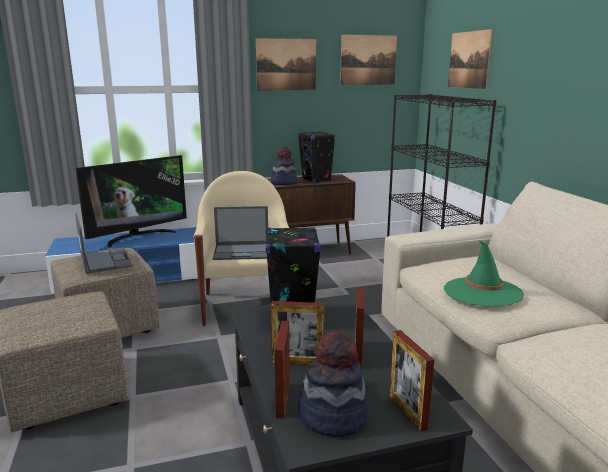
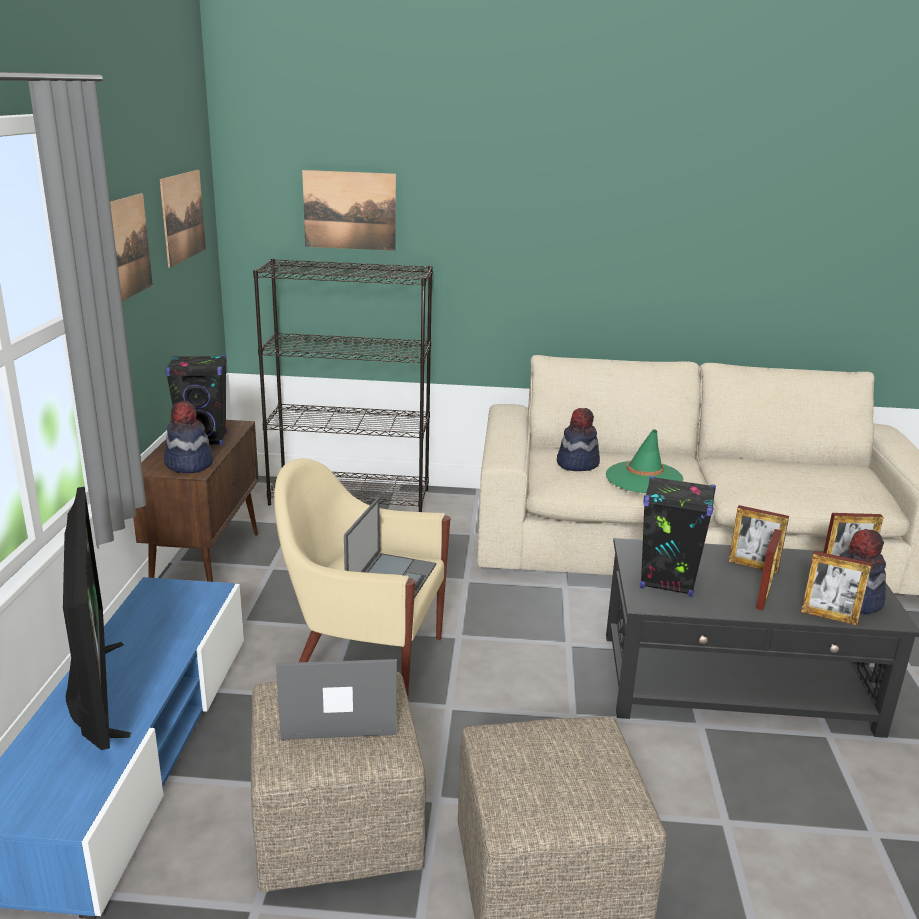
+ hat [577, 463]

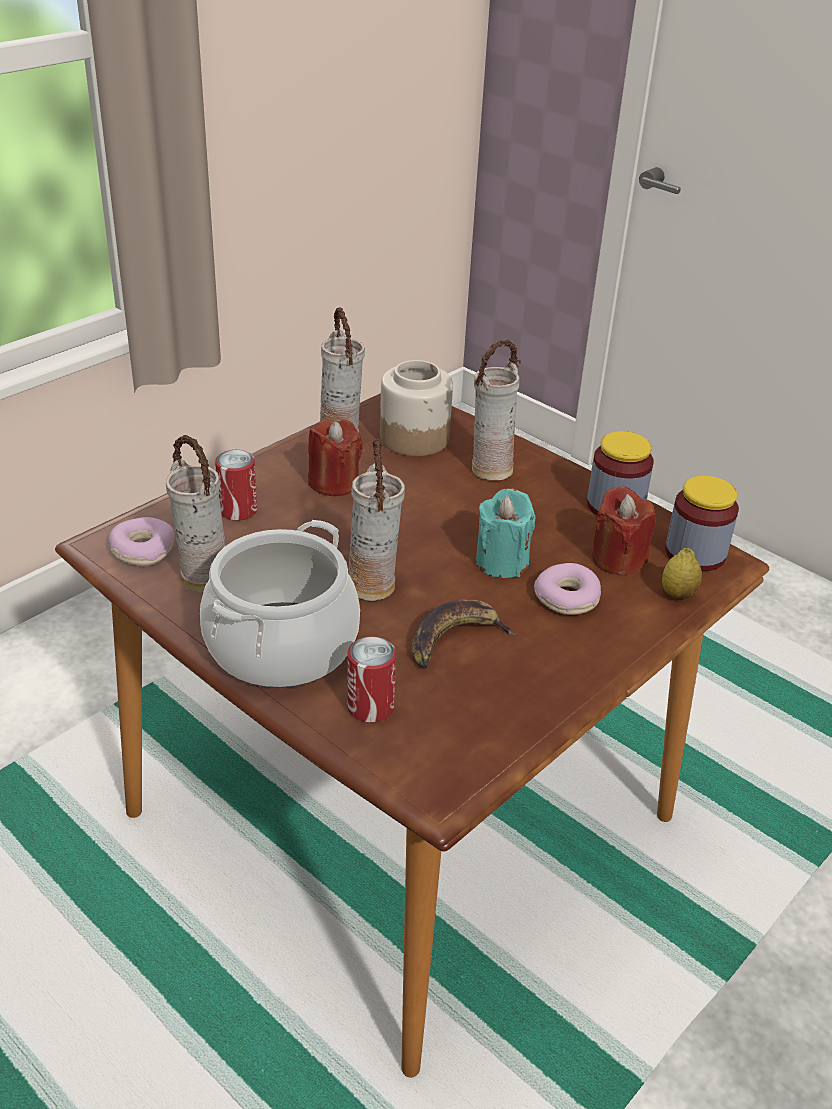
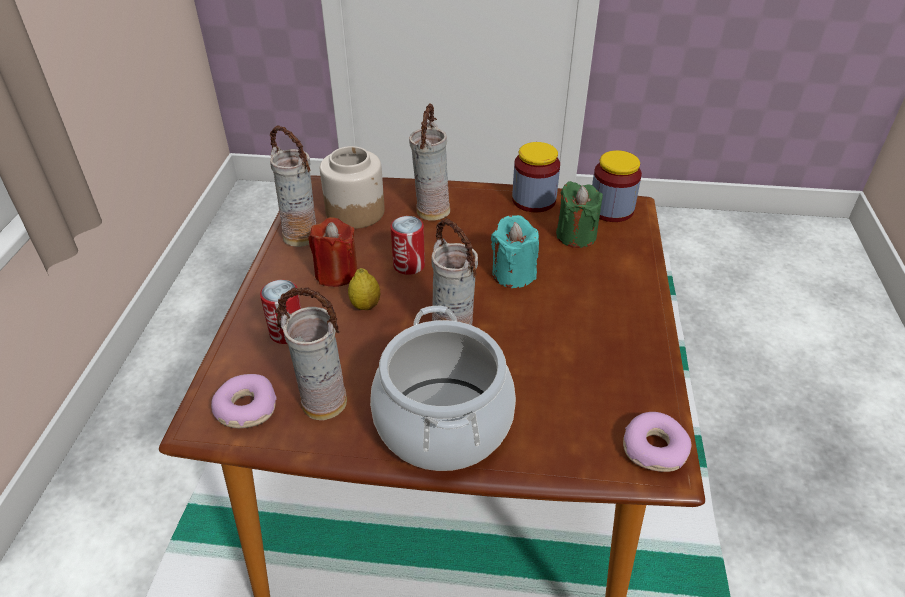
~ candle (red) [618, 559] to candle (green) [576, 235]
~ lemon [677, 595] to [365, 305]
~ donut [567, 598] to [654, 449]
- banana [455, 639]
~ can [370, 707] to [409, 265]

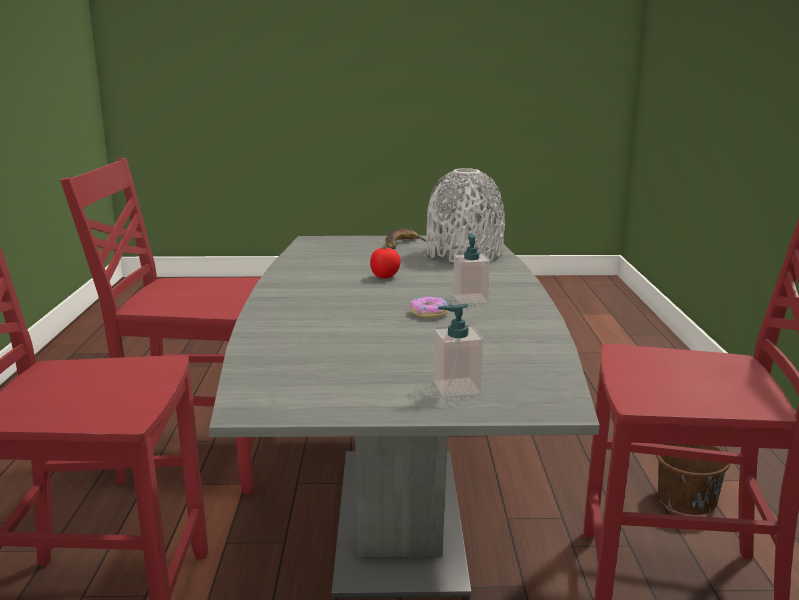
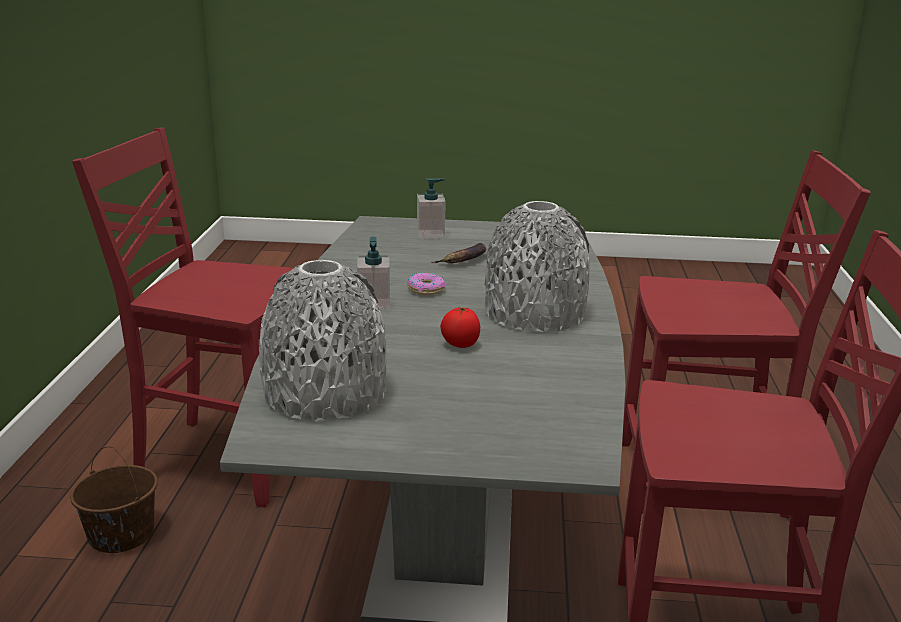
~ banana [402, 244] to [464, 259]
+ vase (grey) [534, 312]

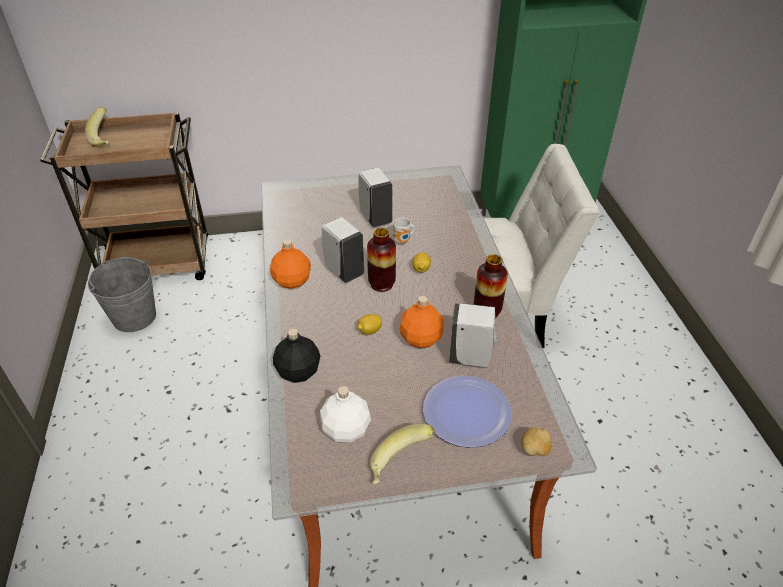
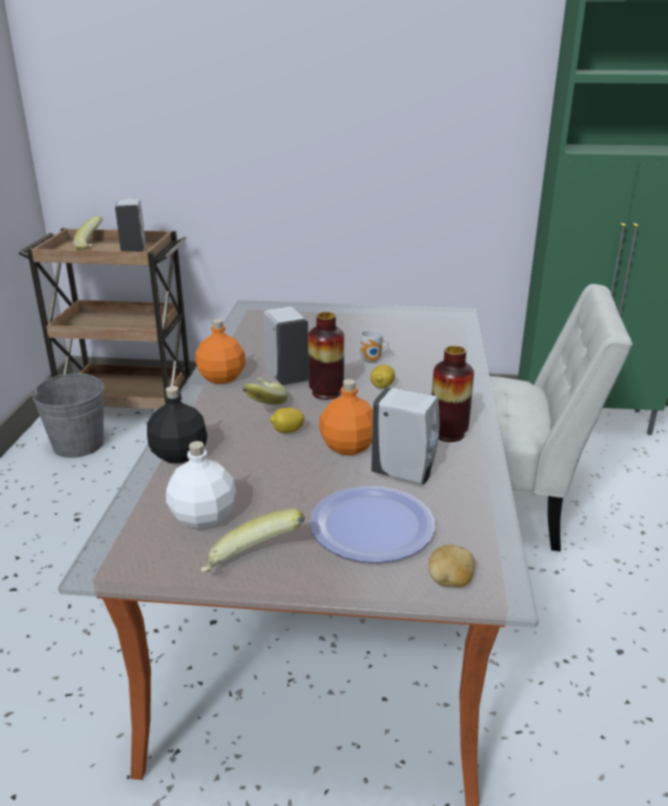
~ soap dispenser (white) [375, 217] to [133, 250]
+ banana [261, 405]

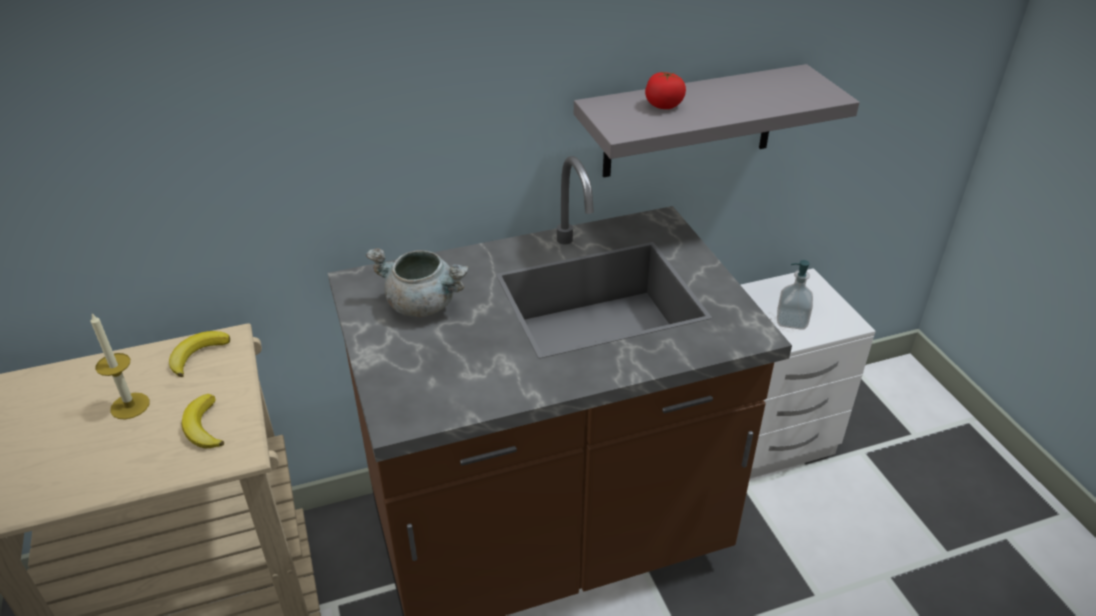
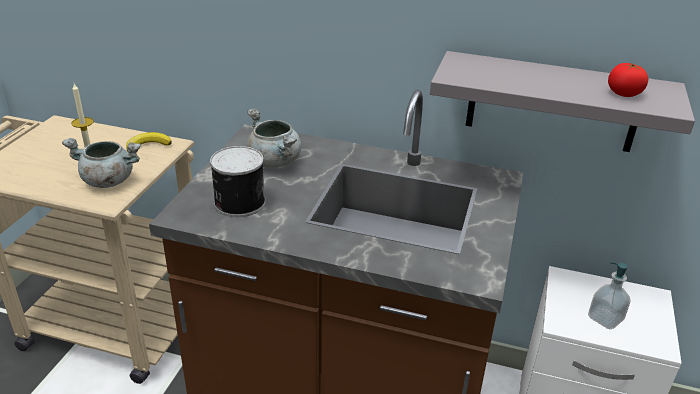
~ tomato [663, 105] to [624, 93]
~ banana [203, 427] to cooking pot (grey) [107, 181]
+ can [238, 202]

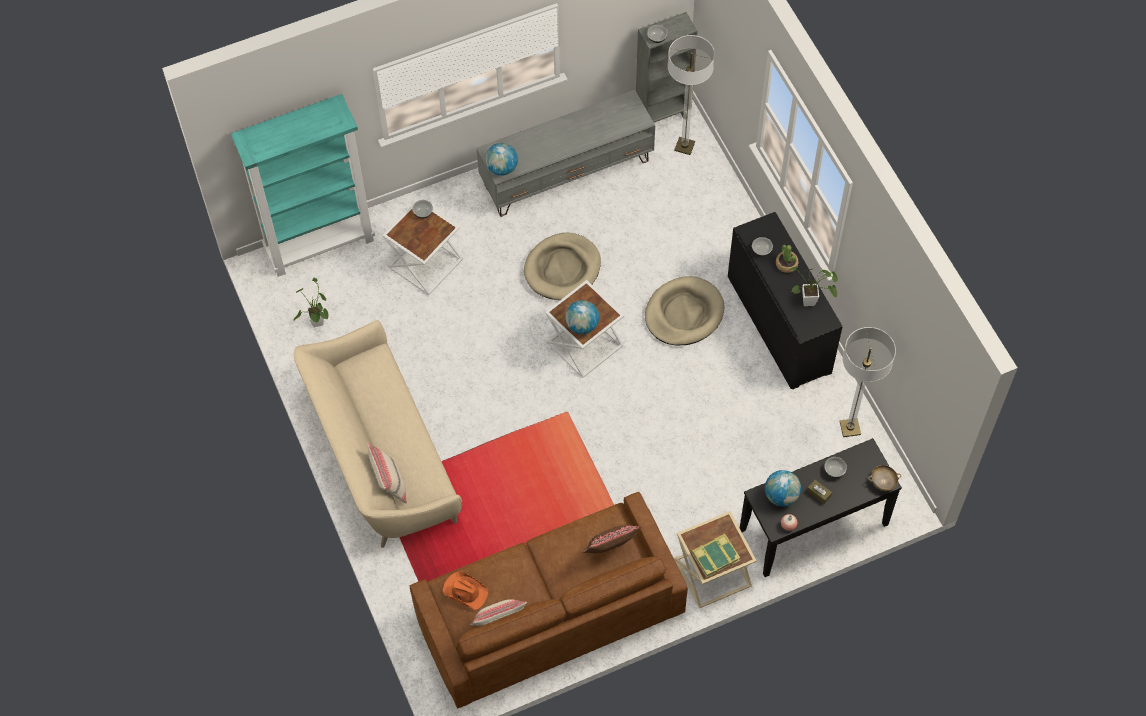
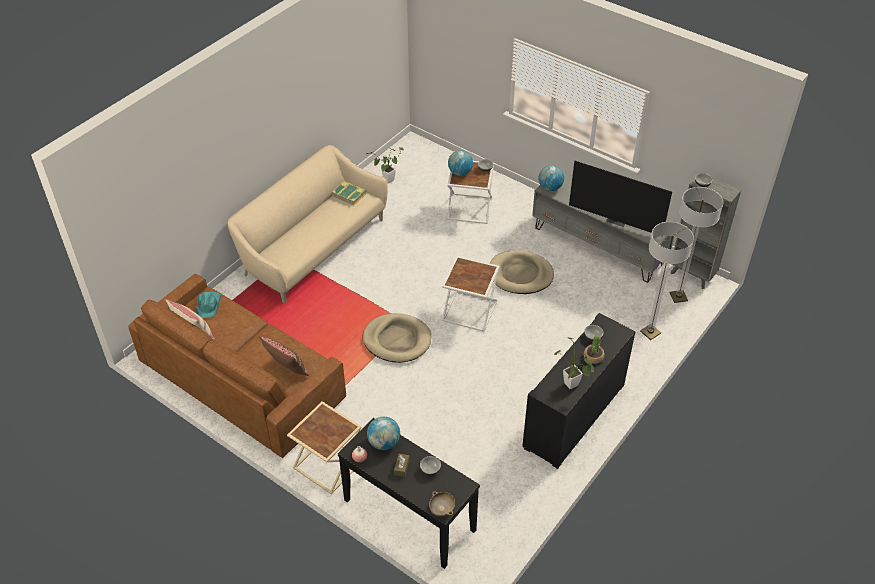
- bookcase (turquoise) [320, 244]
~ dog bed (beige) [684, 313] to [397, 340]
~ globe [582, 325] to [460, 172]
~ floor lamp [850, 428] to [650, 332]
- pillow (beige) [389, 483]
~ book [715, 556] to [349, 194]
~ hat (orange) [465, 591] to hat (turquoise) [209, 305]
+ television [617, 220]

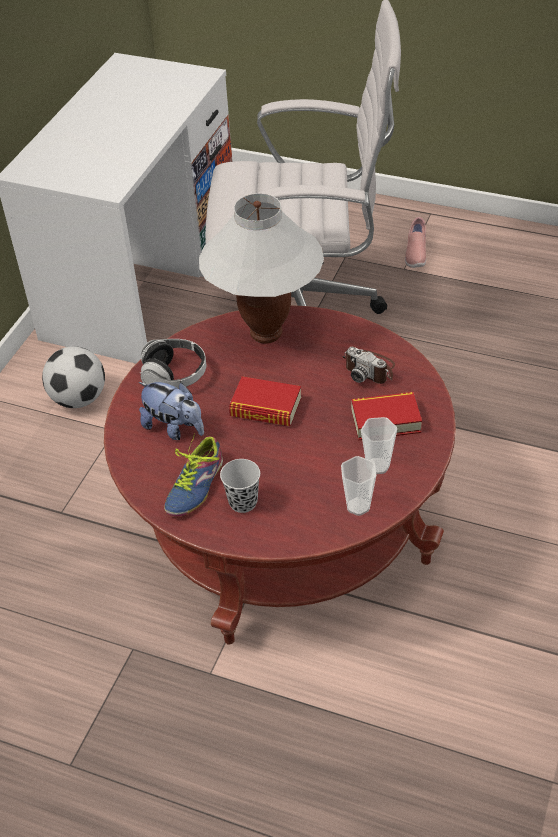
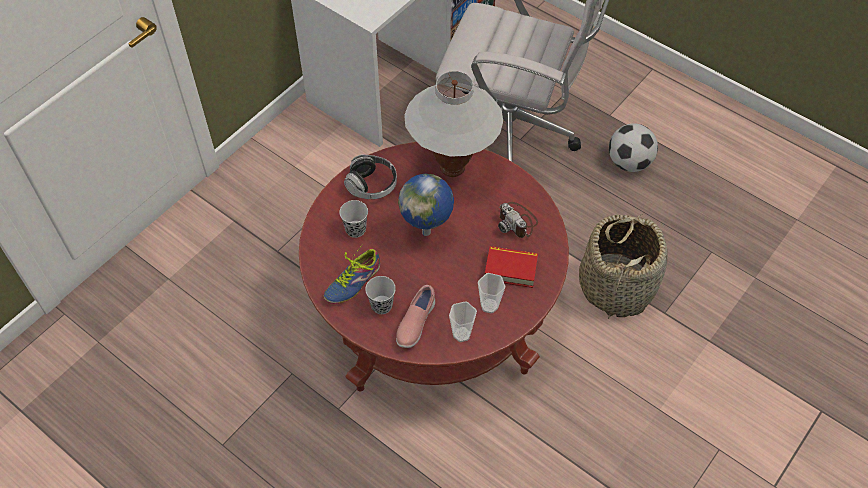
~ shoe (pink) [415, 254] to [415, 323]
~ football [79, 399] to [629, 162]
~ book [266, 408] to globe [427, 232]
~ plush toy [174, 428] to cup (black) [355, 229]
+ basket [616, 286]

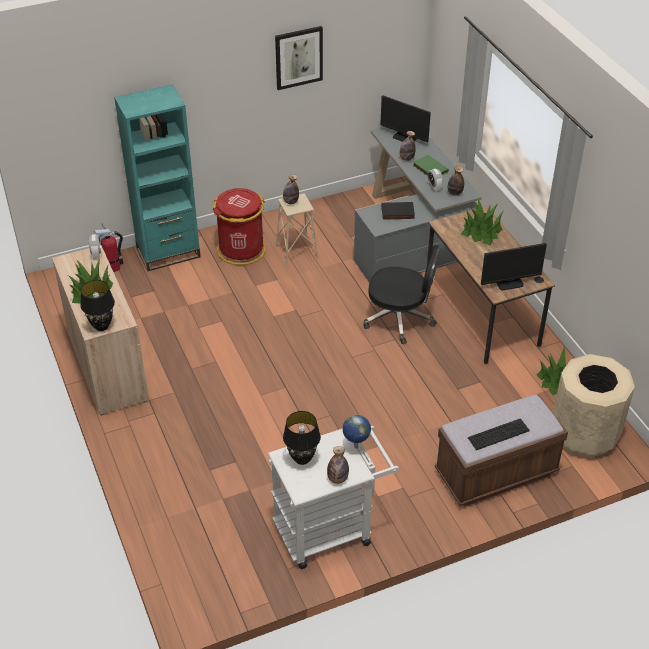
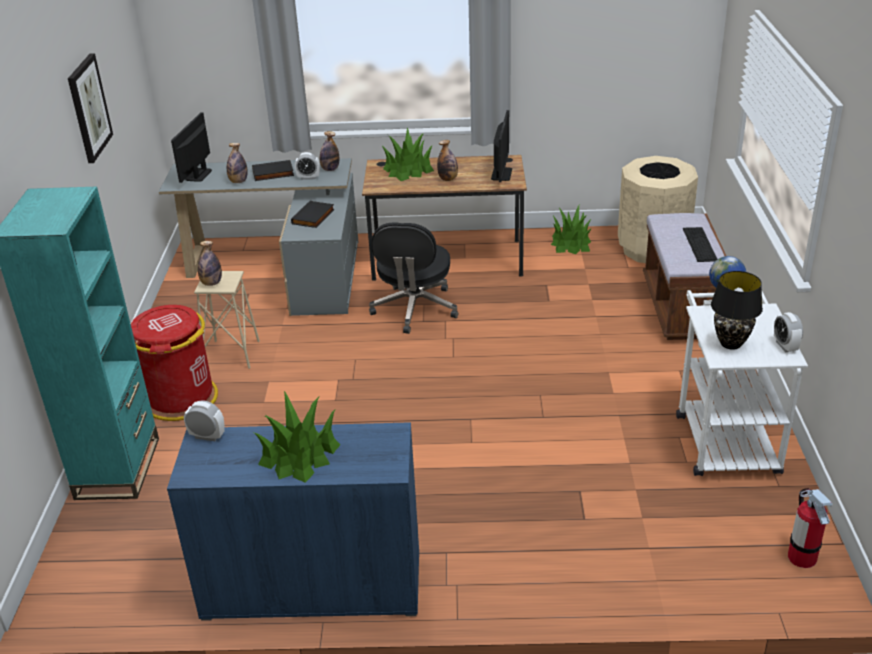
~ monitor [404, 137] = [198, 175] 135 degrees clockwise
~ book (green) [429, 169] to book (black) [273, 173]
~ fire extinguisher [113, 267] to [801, 557]
~ cabinet (beige) [108, 366] to cabinet (blue) [313, 586]
~ office chair (black) [400, 319] = [414, 309] 150 degrees clockwise
- table lamp (black) [102, 326]
~ bottle [337, 479] to [448, 179]
+ alarm clock [785, 346]

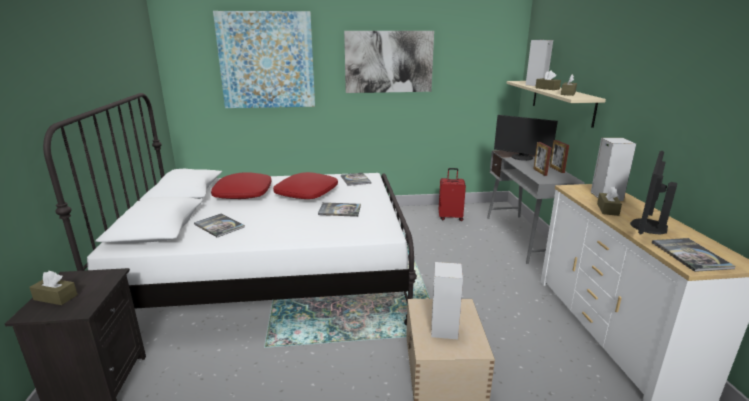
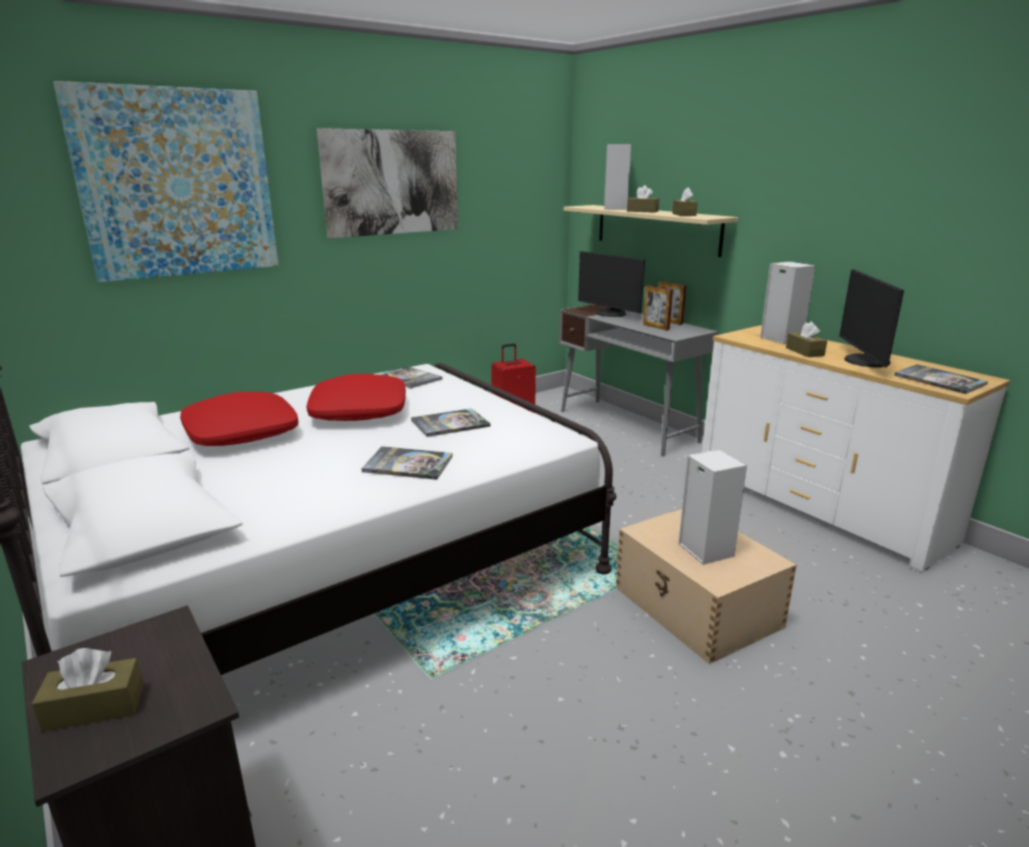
~ monitor [521, 158] = [610, 314] 45 degrees clockwise
~ book [219, 226] to [408, 464]

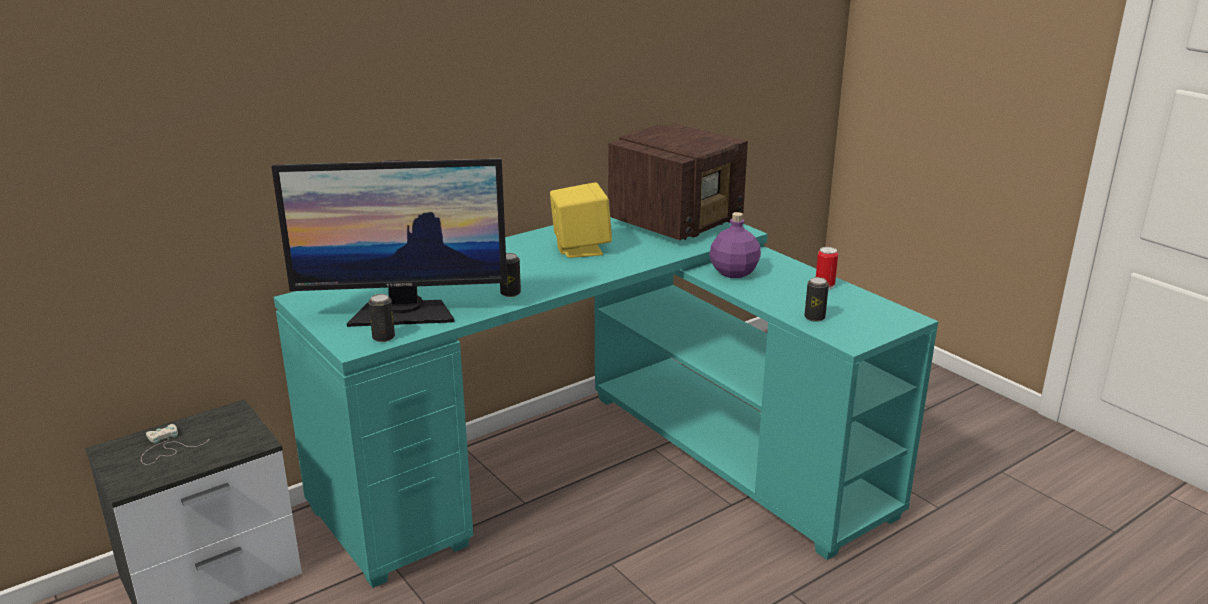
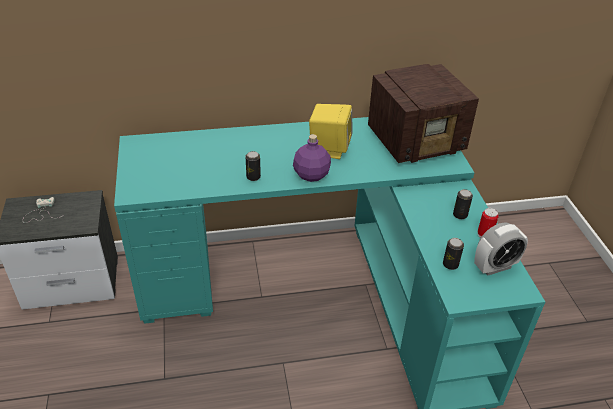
- monitor [403, 312]
~ bottle (purple) [734, 272] to [311, 175]
~ can [383, 337] to [460, 215]
+ alarm clock [495, 267]

